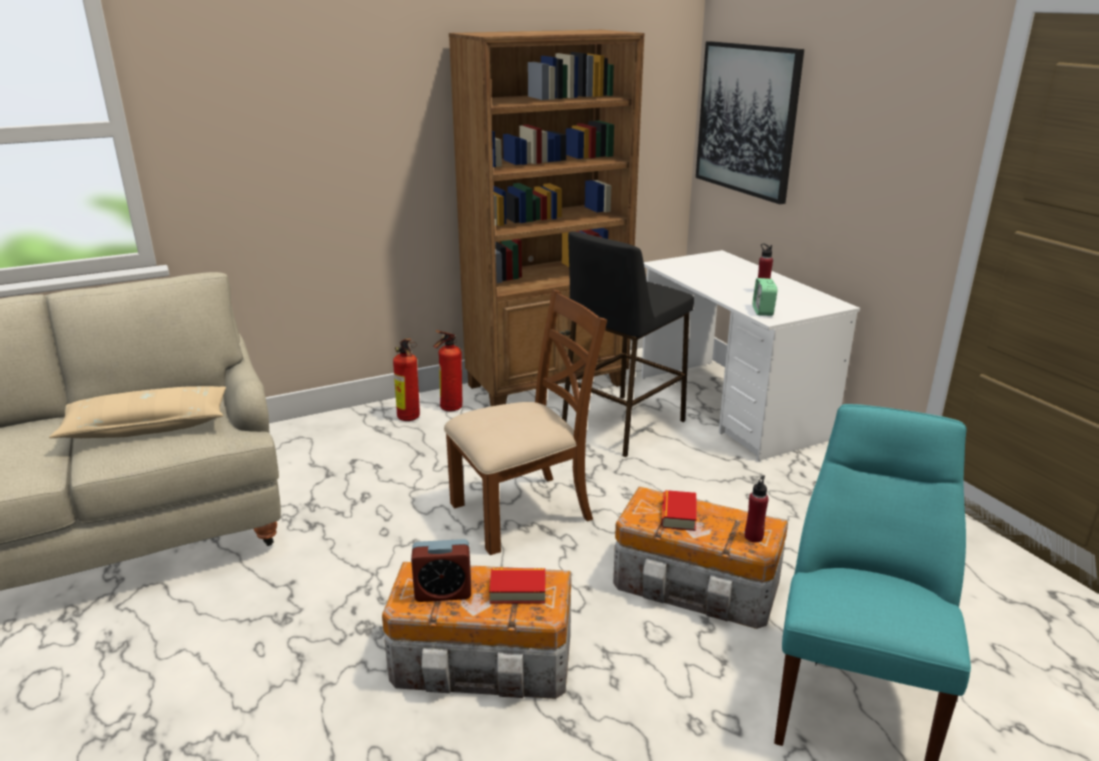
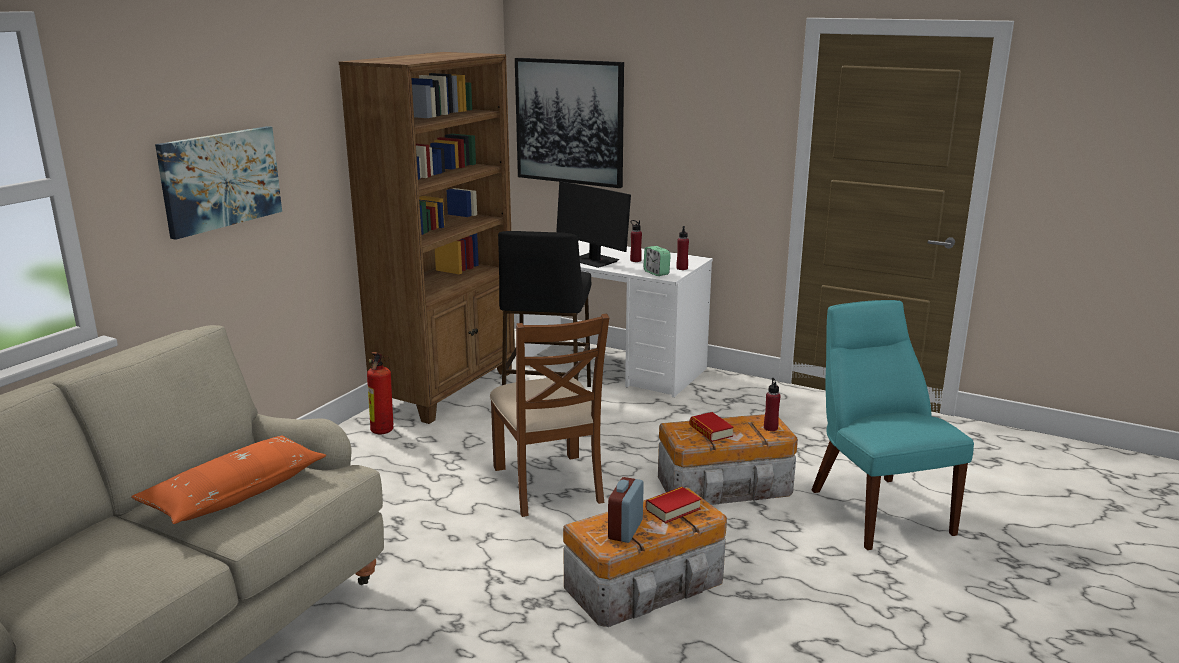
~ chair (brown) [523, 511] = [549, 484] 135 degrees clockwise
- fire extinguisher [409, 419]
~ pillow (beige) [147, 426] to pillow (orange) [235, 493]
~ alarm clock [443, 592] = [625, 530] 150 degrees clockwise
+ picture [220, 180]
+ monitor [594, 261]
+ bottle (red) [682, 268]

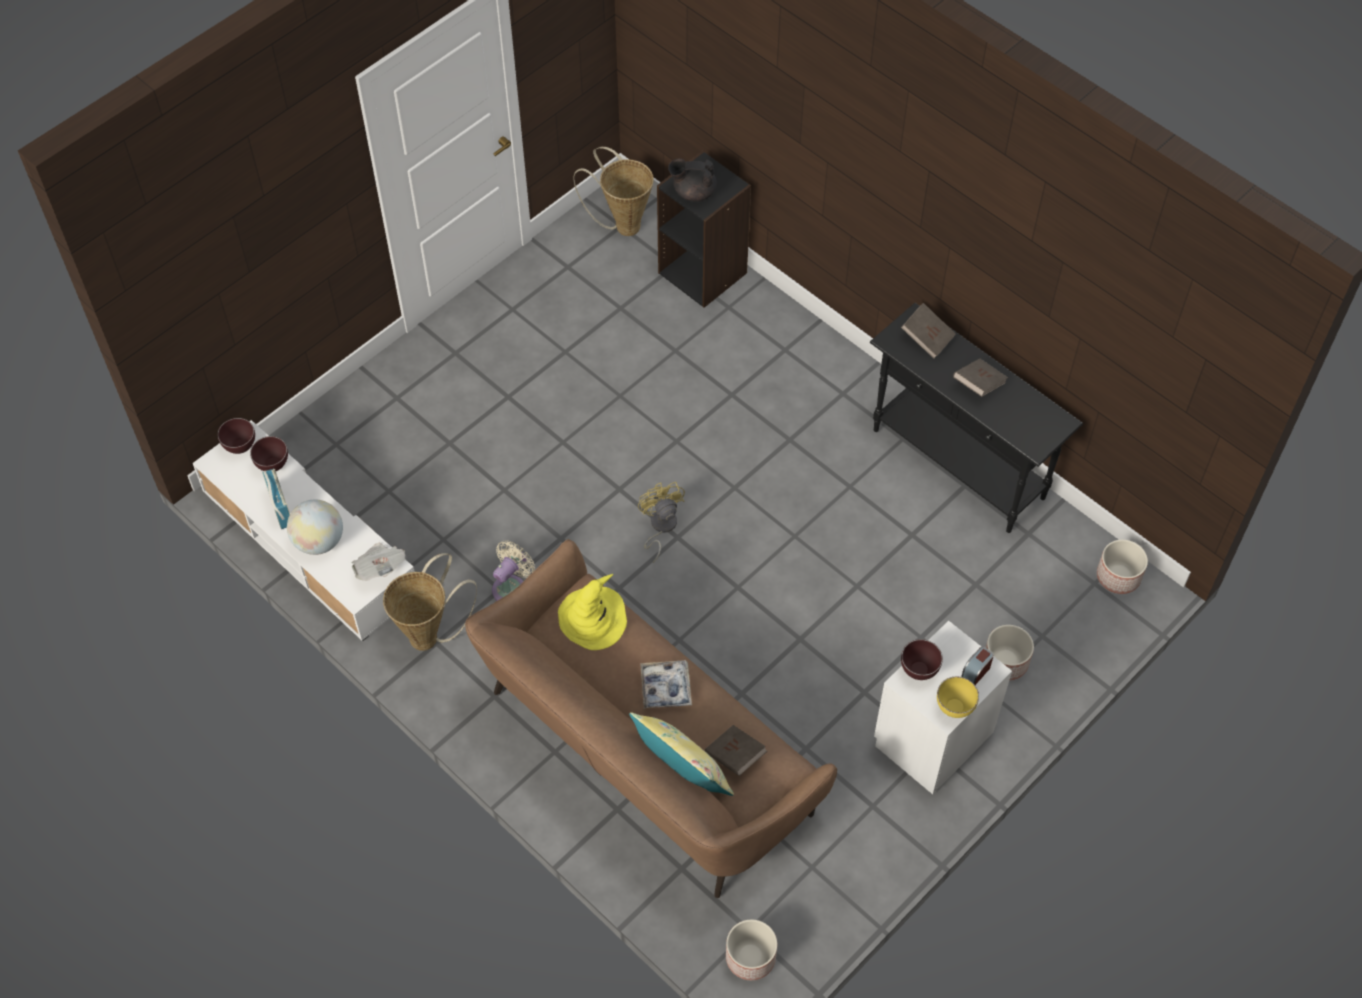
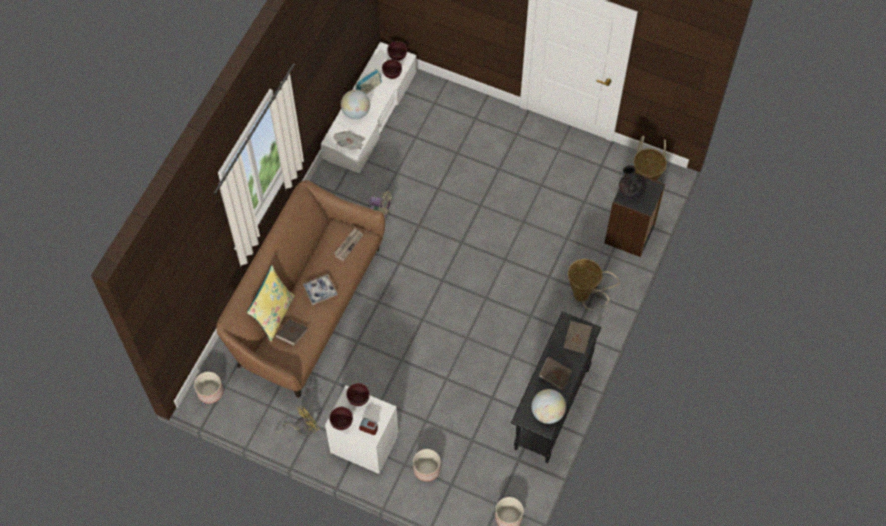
~ fan (yellow) [660, 527] to [301, 428]
~ basket [430, 635] to [584, 297]
~ hat (yellow) [593, 618] to newspaper [348, 244]
~ bowl (yellow) [955, 708] to bowl (brown) [342, 424]
+ globe [547, 412]

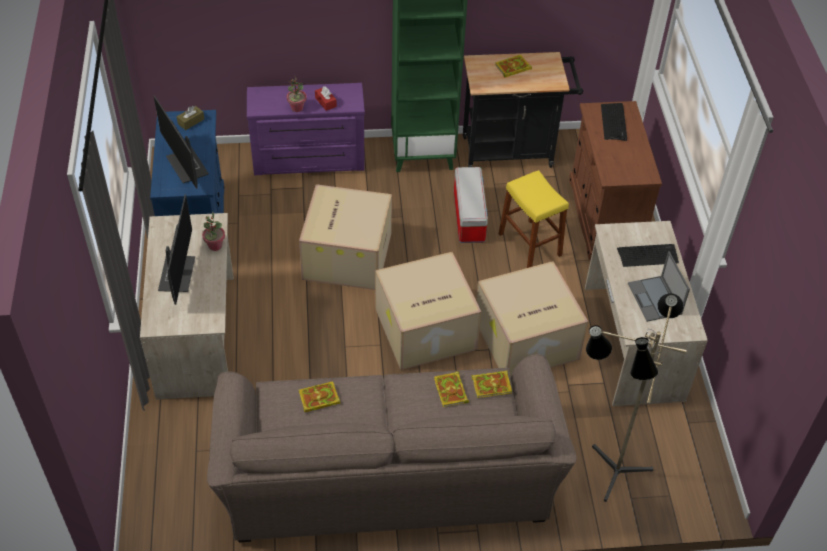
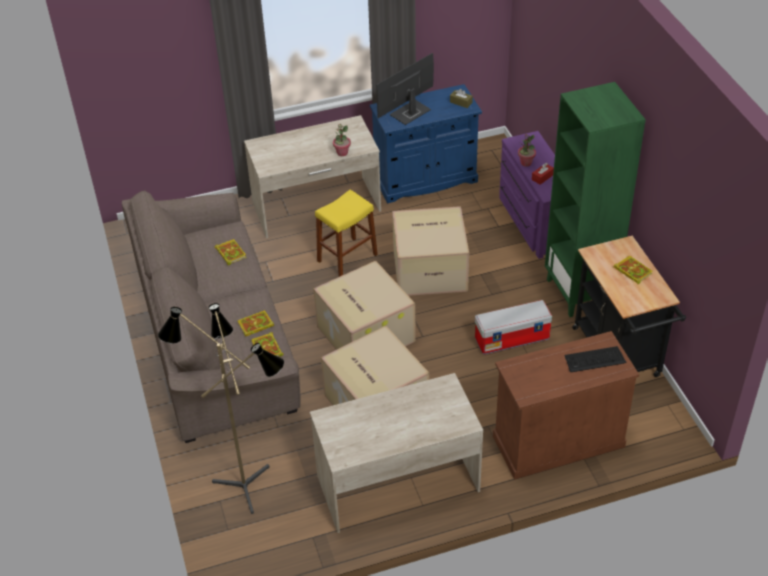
~ stool (yellow) [530, 244] to [347, 258]
- monitor [177, 273]
- keyboard [648, 255]
- laptop [655, 299]

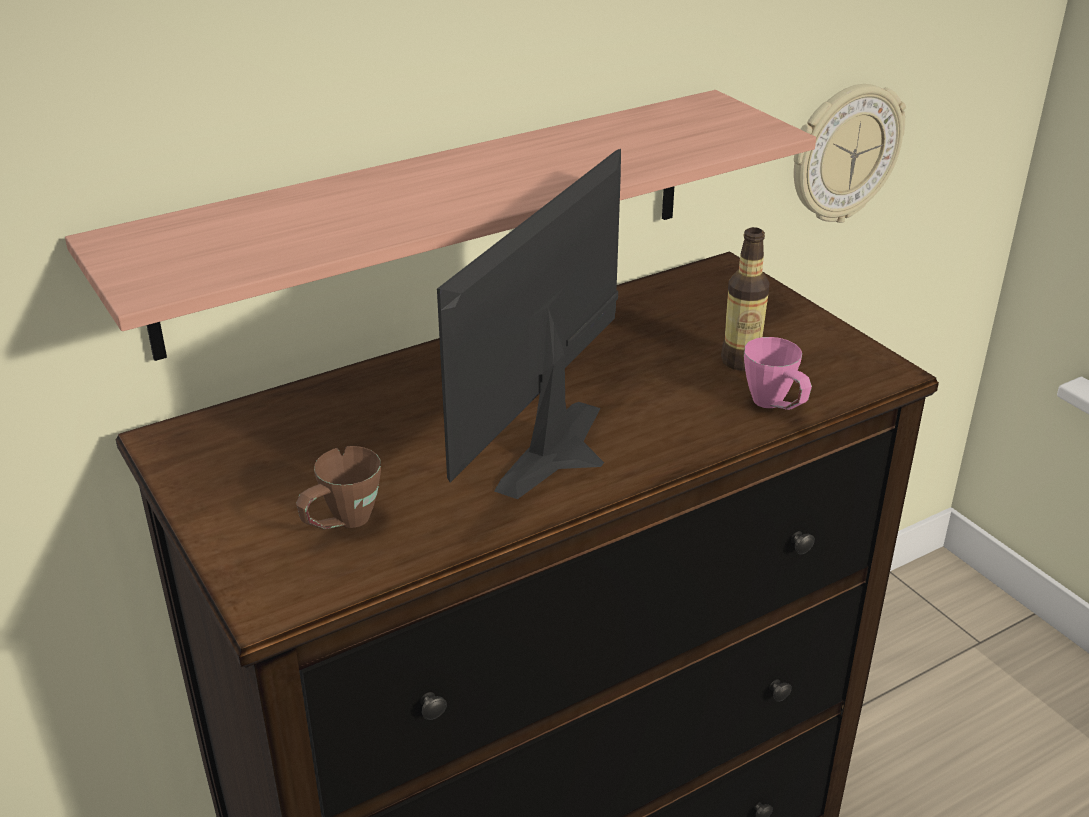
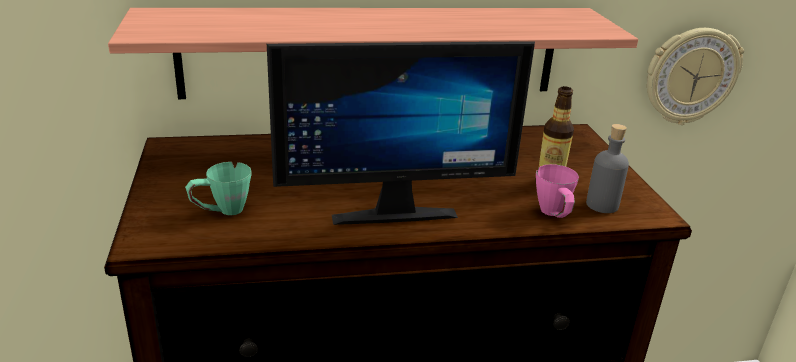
~ monitor [569, 454] = [392, 208] 150 degrees counterclockwise
~ mug (brown) [341, 525] to mug (green) [221, 212]
+ bottle (grey) [602, 205]

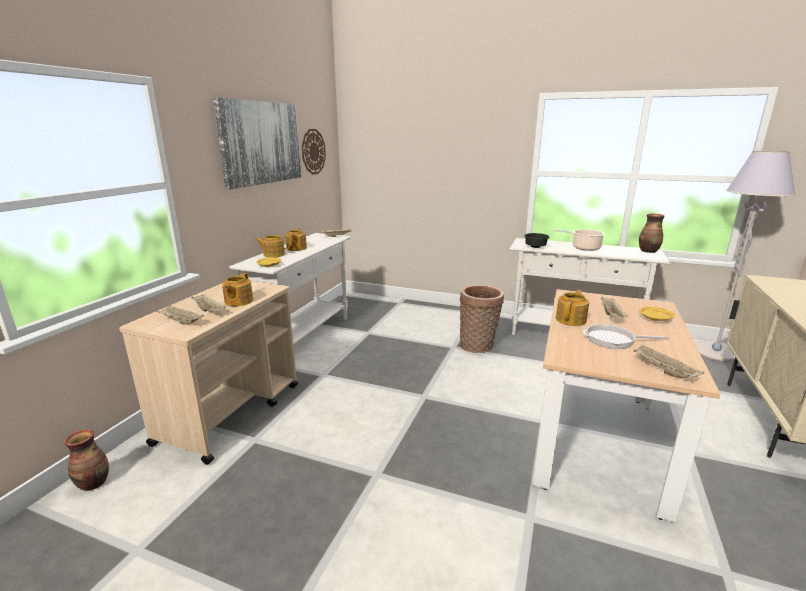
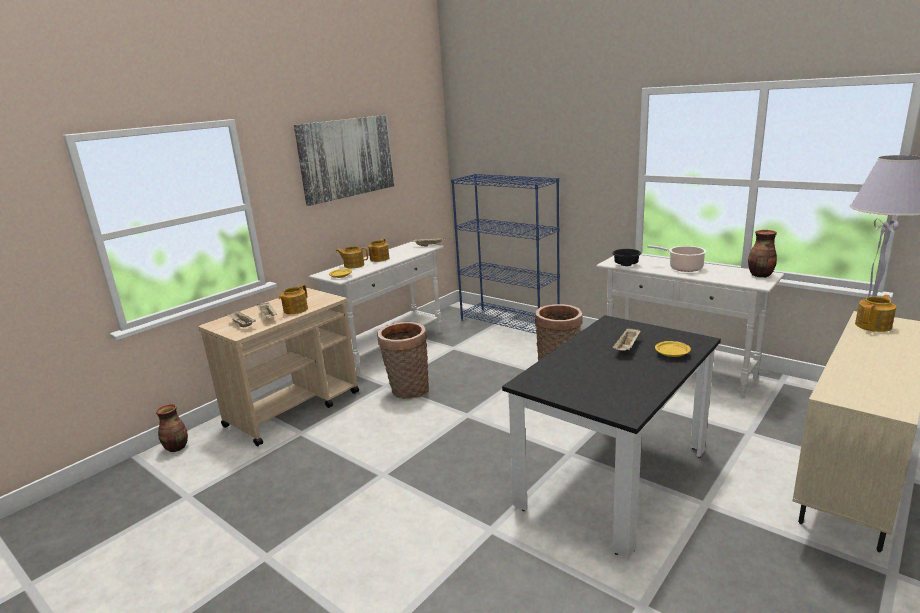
- wall clock [313, 151]
~ dining table (beige) [597, 439] to dining table (black) [613, 477]
~ teapot [571, 320] to [874, 325]
- frying pan [613, 340]
- tray (beige) [662, 370]
+ bookcase (blue) [509, 323]
+ basket [408, 391]

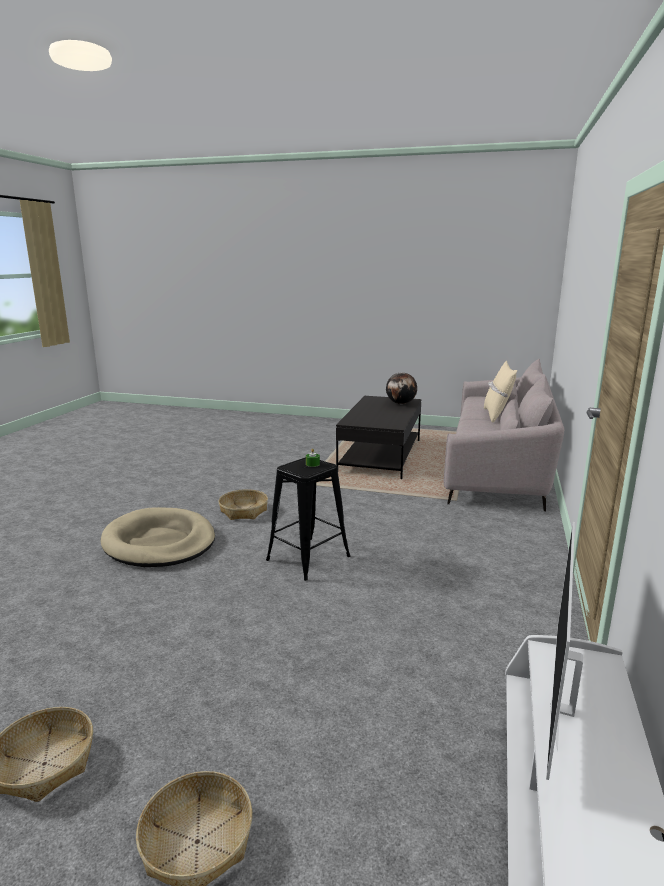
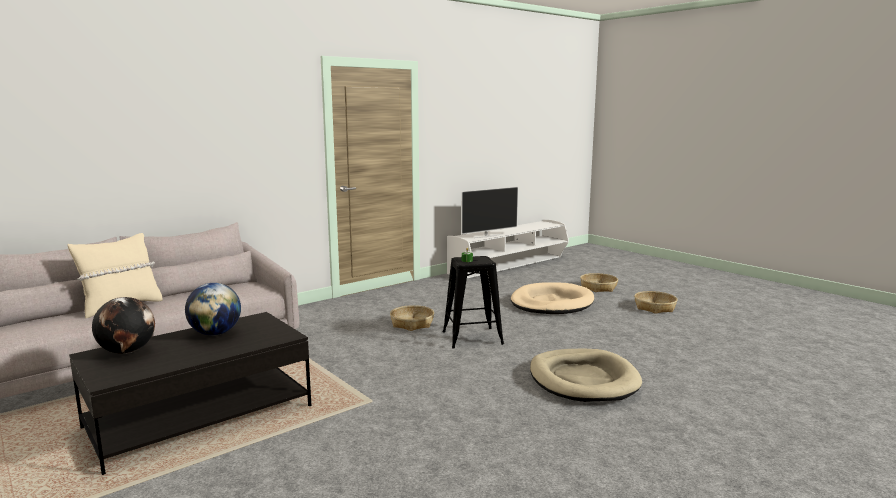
~ basket [244, 511] to [412, 324]
+ dog bed (beige) [551, 303]
+ globe [215, 333]

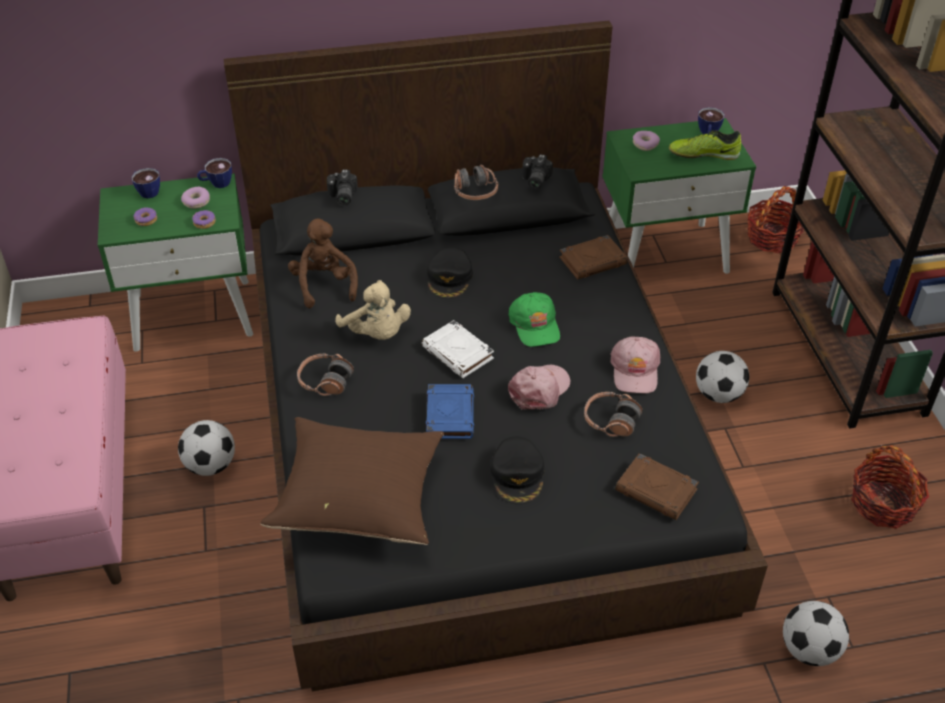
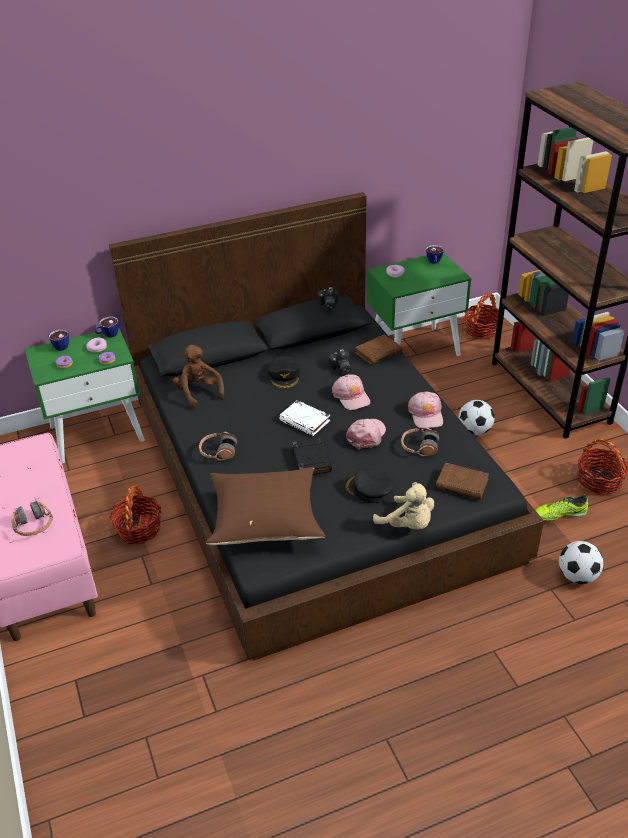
~ shoe [703, 154] to [559, 515]
~ headphones [475, 192] to [33, 525]
~ photo camera [341, 197] to [341, 368]
~ plush toy (beige) [376, 334] to [407, 525]
~ cap (green) [535, 325] to cap (pink) [351, 396]
~ book (blue) [449, 414] to book (black) [311, 459]
~ football [210, 465] to basket [138, 528]
~ cap (black) [518, 475] = [368, 489] 135 degrees clockwise

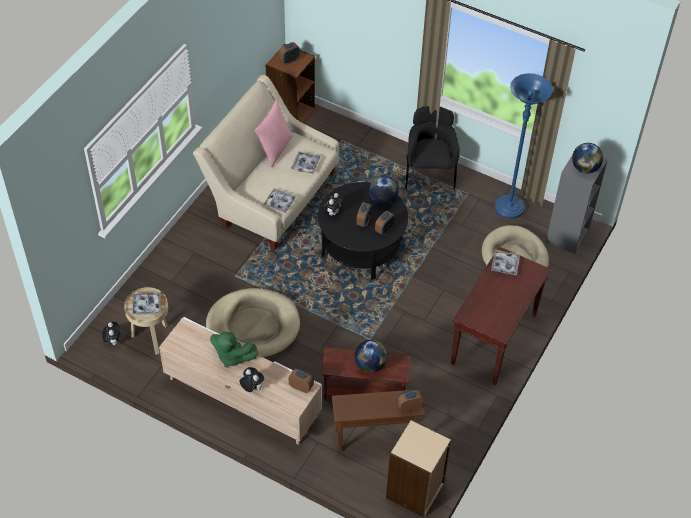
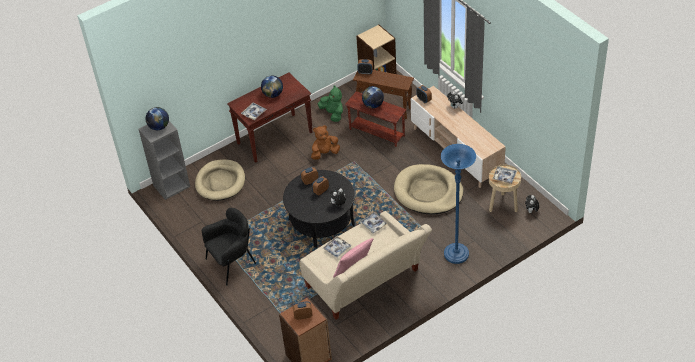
~ floor lamp (blue) [509, 208] to [456, 254]
~ armchair (black) [429, 173] = [232, 263] 150 degrees counterclockwise
~ globe [383, 200] to [273, 94]
~ plush toy (green) [232, 356] to [333, 114]
+ plush toy (brown) [325, 153]

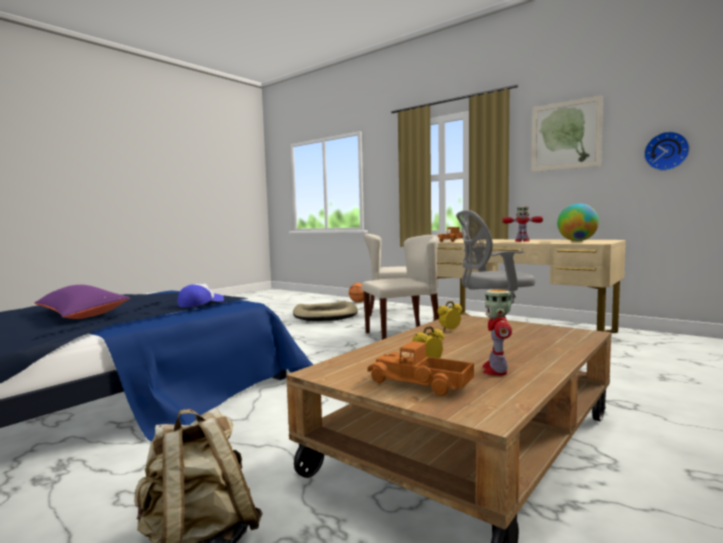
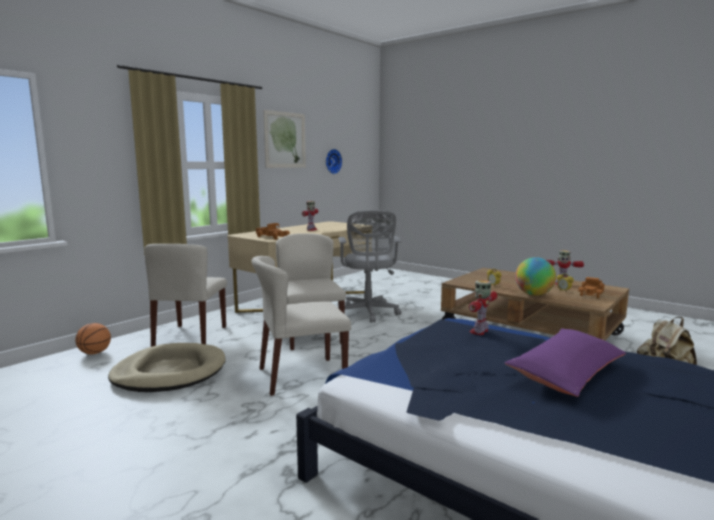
~ globe [577, 241] to [533, 294]
~ cap [200, 303] to toy robot [480, 331]
+ chair (beige) [301, 376]

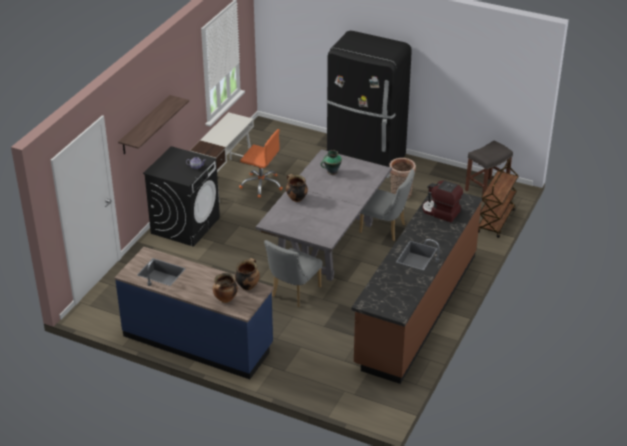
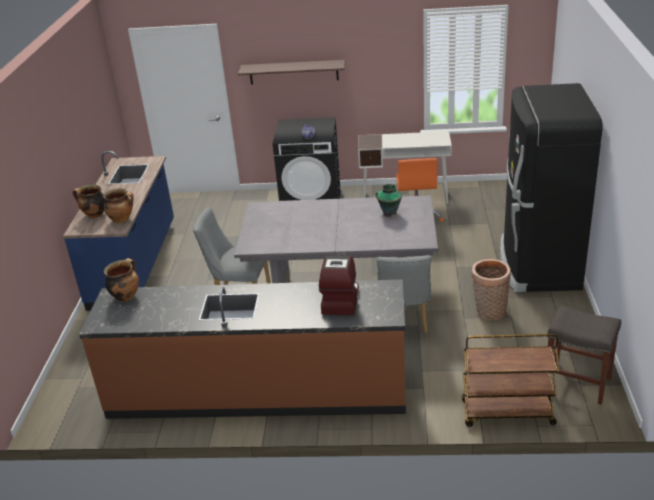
~ cooking pot [296, 198] to [126, 296]

